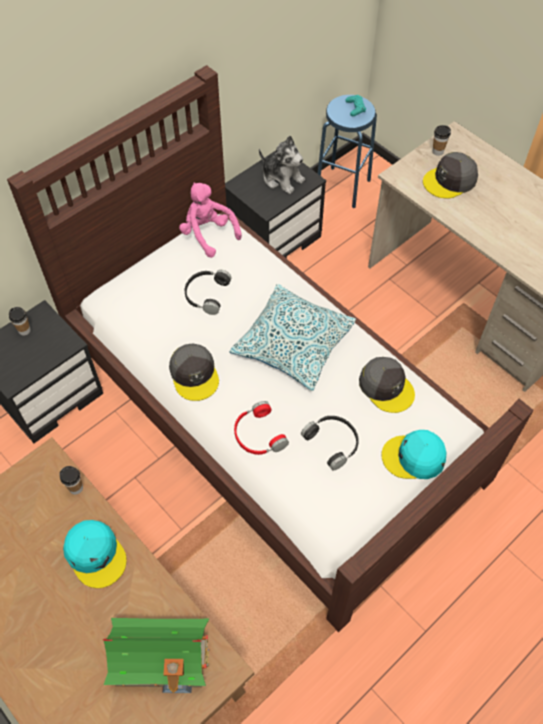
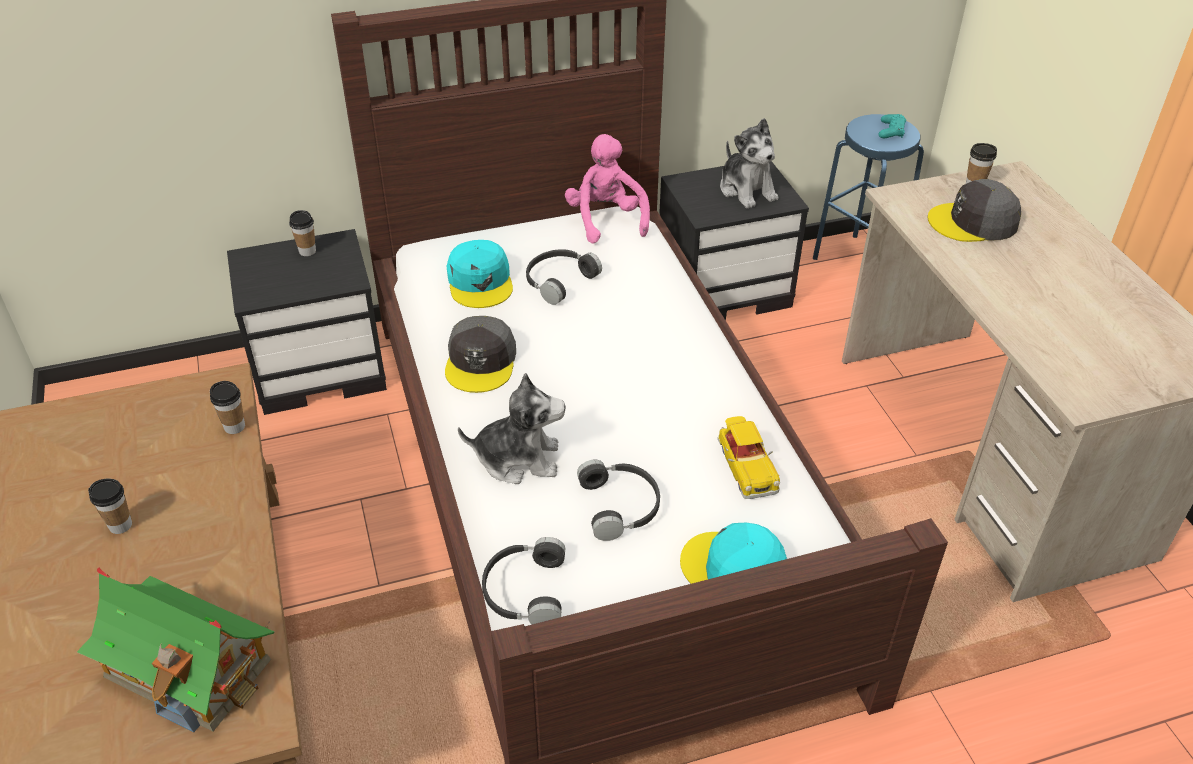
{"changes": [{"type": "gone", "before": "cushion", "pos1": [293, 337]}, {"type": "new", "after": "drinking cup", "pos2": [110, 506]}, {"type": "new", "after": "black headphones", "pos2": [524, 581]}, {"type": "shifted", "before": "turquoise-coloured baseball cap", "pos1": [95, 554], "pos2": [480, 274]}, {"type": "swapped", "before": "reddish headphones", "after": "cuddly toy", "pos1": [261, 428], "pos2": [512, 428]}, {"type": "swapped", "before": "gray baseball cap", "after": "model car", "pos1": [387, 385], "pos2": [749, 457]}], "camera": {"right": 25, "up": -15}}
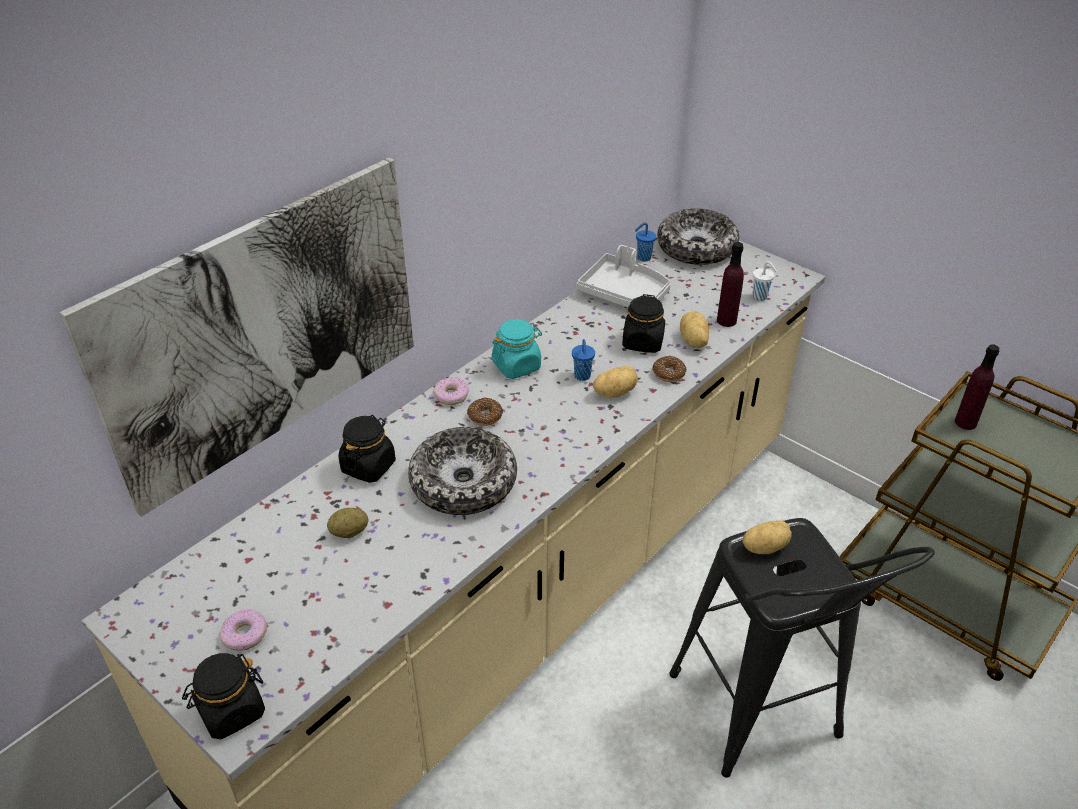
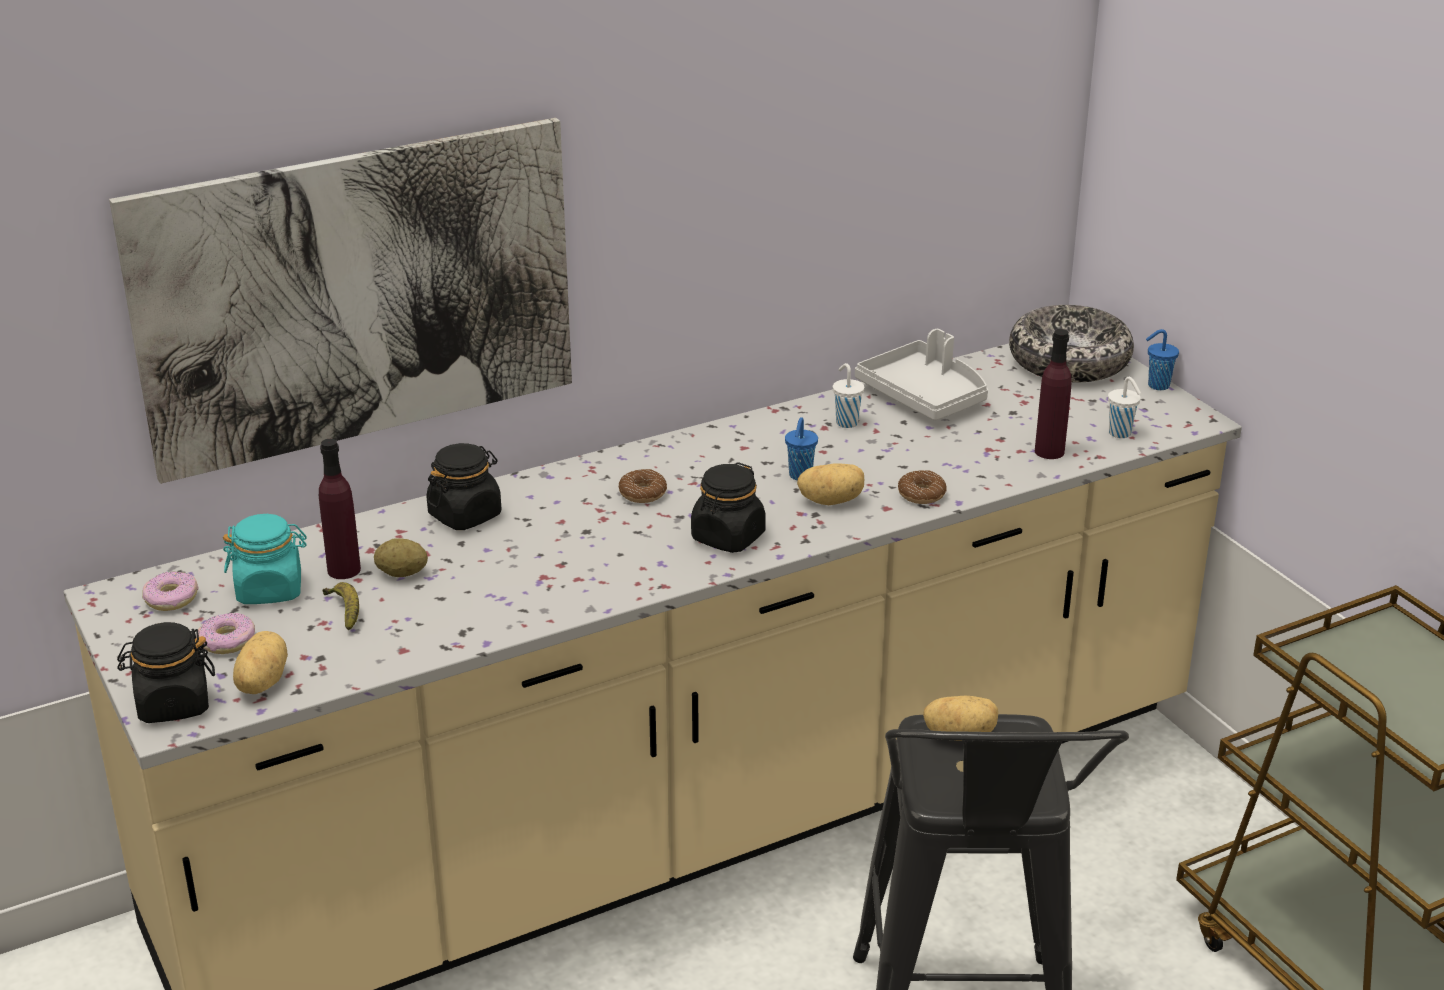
{"changes": [{"type": "gone", "before": "bowl", "pos1": [462, 471]}, {"type": "new", "after": "whole banana", "pos2": [340, 606]}, {"type": "new", "after": "white-coloured drinking cup", "pos2": [848, 395]}, {"type": "shifted", "before": "ring doughnut", "pos1": [451, 391], "pos2": [170, 591]}, {"type": "shifted", "before": "turquoise-coloured preserve jar", "pos1": [516, 349], "pos2": [265, 559]}, {"type": "shifted", "before": "black preserve jar", "pos1": [643, 323], "pos2": [728, 507]}, {"type": "shifted", "before": "bluish drinking cup", "pos1": [645, 242], "pos2": [1162, 359]}, {"type": "shifted", "before": "potato", "pos1": [694, 330], "pos2": [260, 662]}, {"type": "shifted", "before": "purplish beverage bottle", "pos1": [977, 387], "pos2": [340, 509]}], "camera": {"right": 20, "up": -10}}
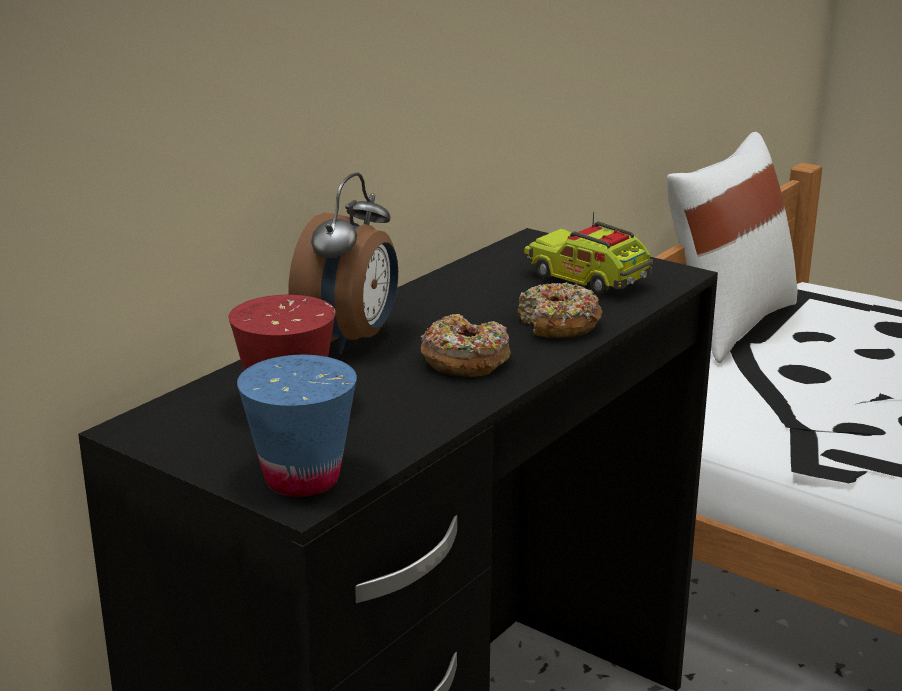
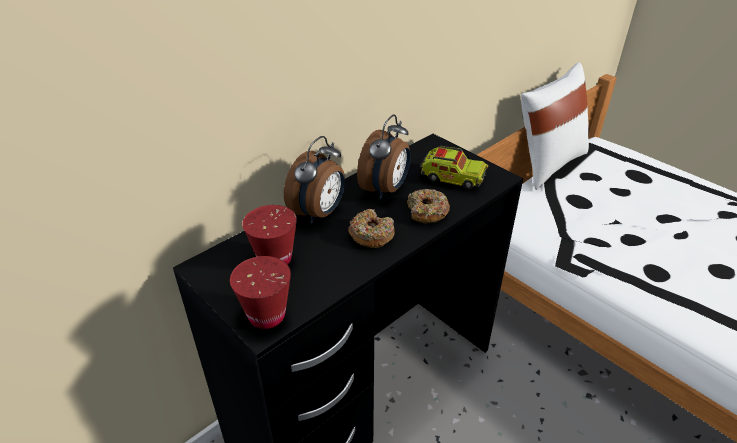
{"changes": [{"type": "new", "after": "bedside clock", "pos2": [384, 156]}, {"type": "repainted", "before": "bluish drinking cup", "after": "reddish drinking cup", "pos1": [297, 426], "pos2": [260, 292]}, {"type": "rotated", "before": "model truck", "pos1": [588, 253], "pos2": [454, 168], "turn": 150}], "camera": {"right": 10, "up": 15}}
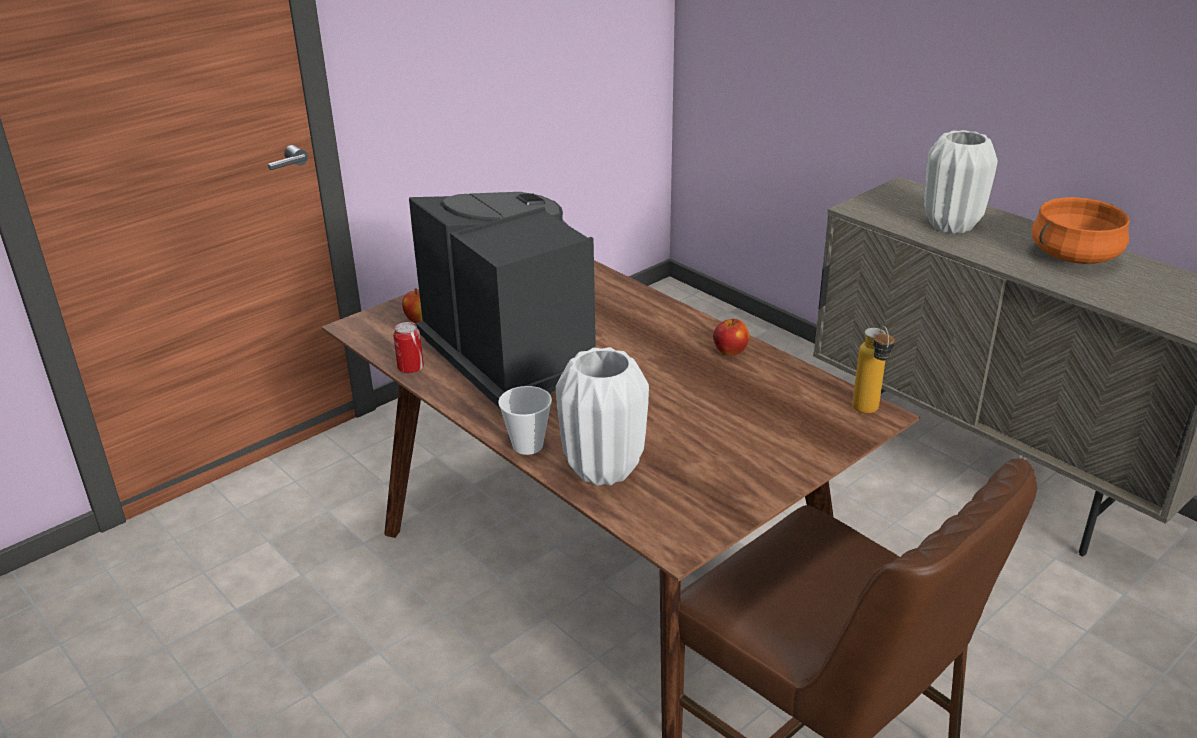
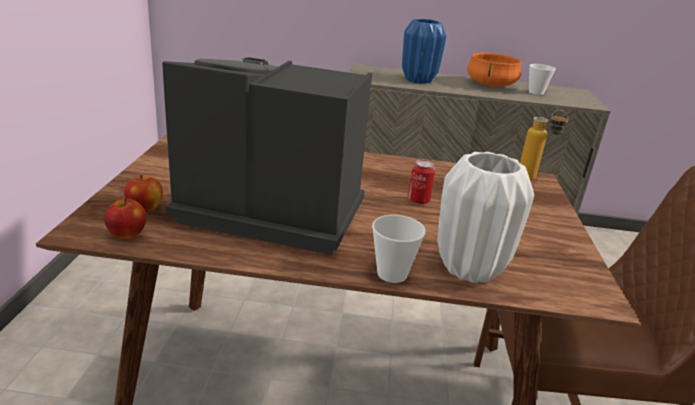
{"changes": [{"type": "new", "after": "drinking cup", "pos2": [542, 79]}, {"type": "shifted", "before": "sealed can", "pos1": [408, 348], "pos2": [421, 182]}, {"type": "shifted", "before": "whole apple", "pos1": [731, 337], "pos2": [125, 218]}, {"type": "repainted", "before": "white-coloured vase", "after": "bluish vase", "pos1": [961, 182], "pos2": [424, 51]}], "camera": {"right": -45, "up": -5}}
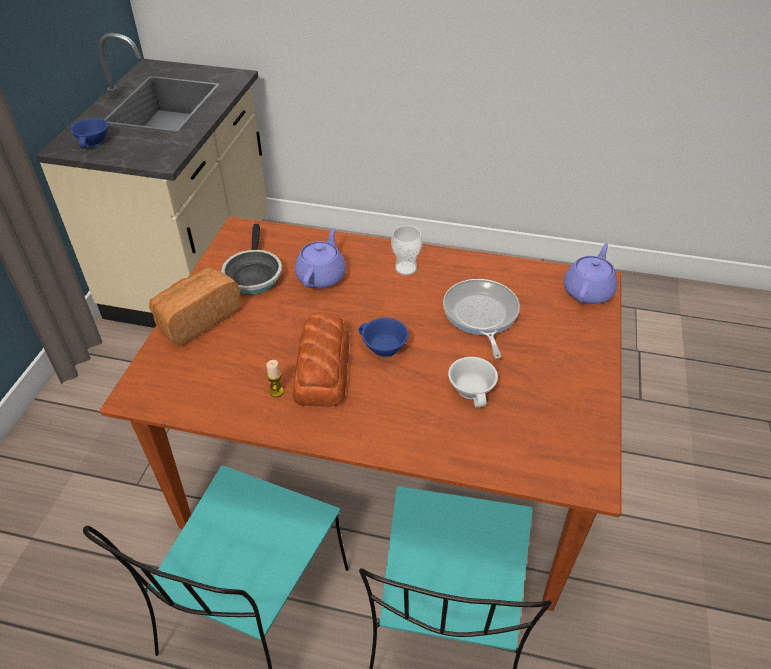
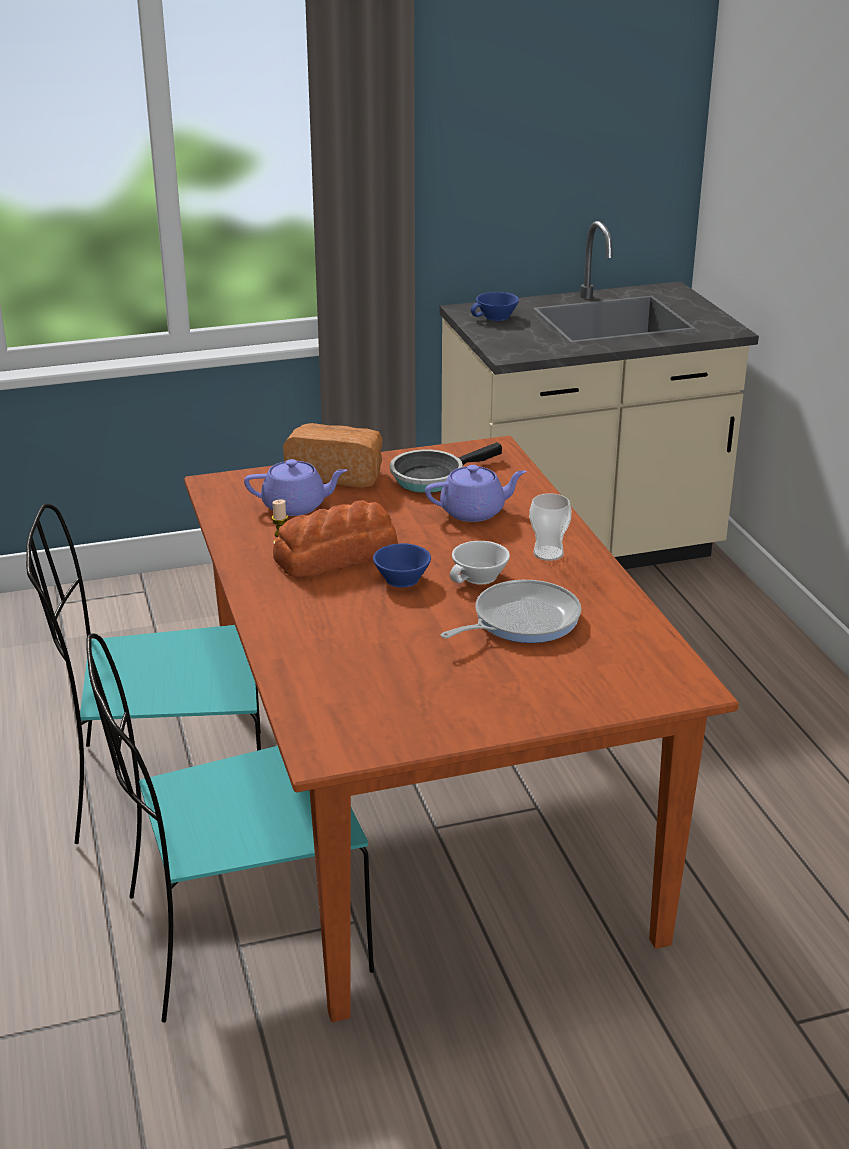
{"changes": [{"type": "shifted", "before": "white-coloured drinking cup", "pos1": [473, 382], "pos2": [480, 562]}, {"type": "shifted", "before": "purplish tea pot", "pos1": [590, 273], "pos2": [295, 487]}], "camera": {"right": 60, "up": -15}}
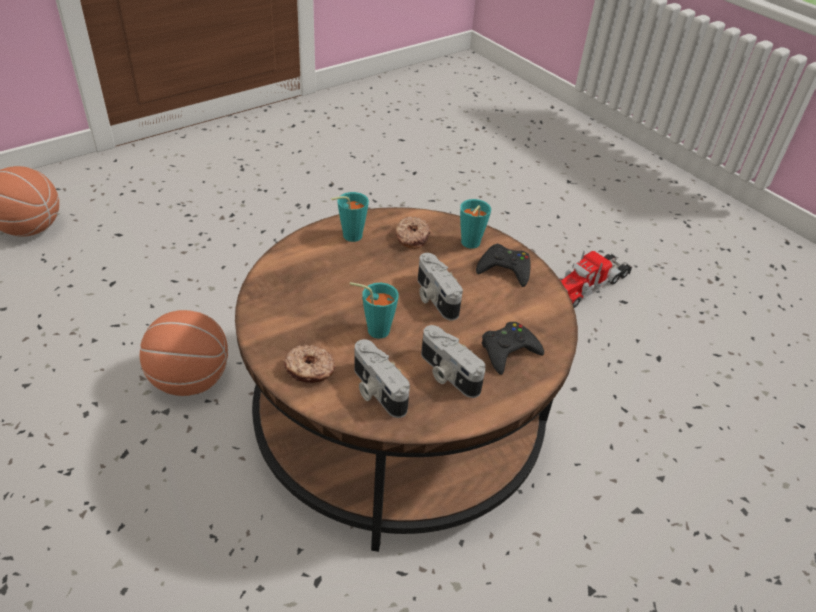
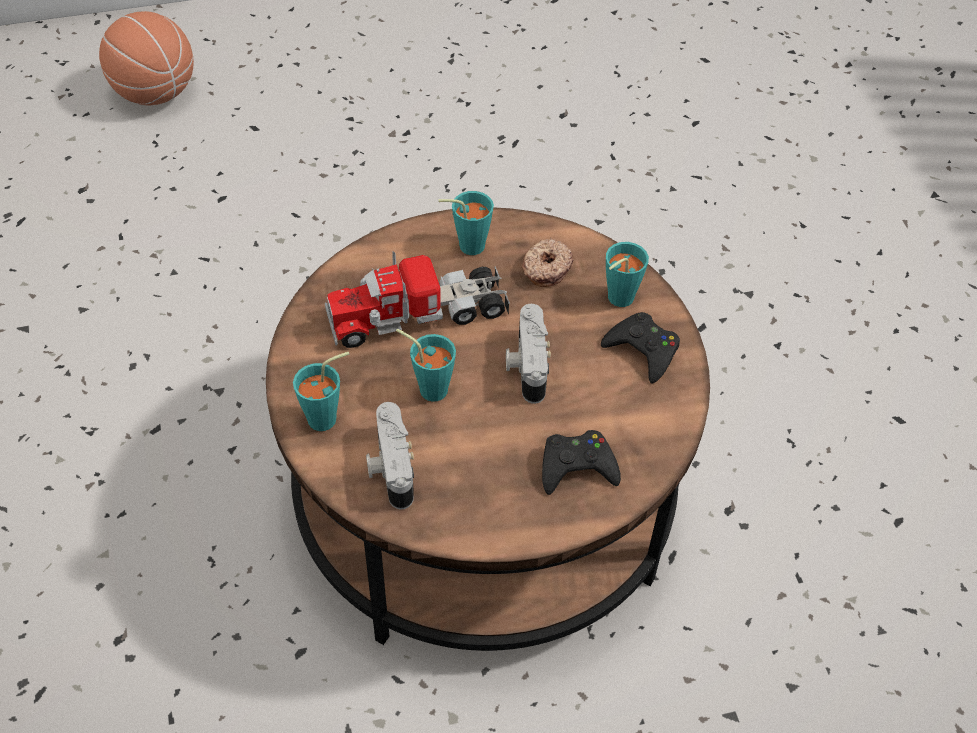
{"changes": [{"type": "gone", "before": "basketball ball", "pos1": [184, 353]}, {"type": "gone", "before": "still camera", "pos1": [453, 361]}, {"type": "shifted", "before": "model truck", "pos1": [596, 279], "pos2": [417, 299]}, {"type": "swapped", "before": "ring doughnut", "after": "turquoise-coloured drinking cup", "pos1": [309, 363], "pos2": [321, 391]}], "camera": {"right": 25, "up": 10}}
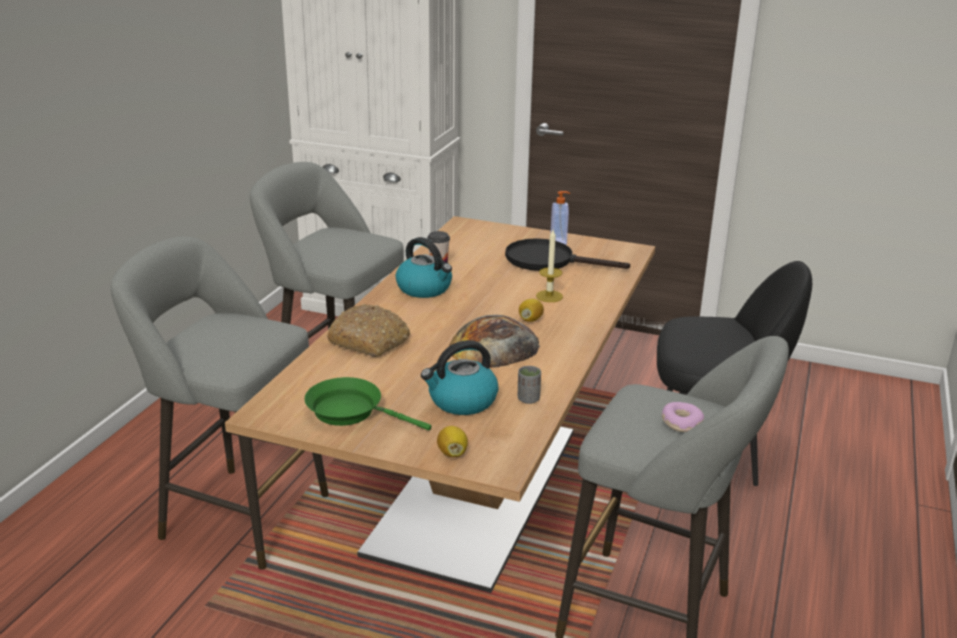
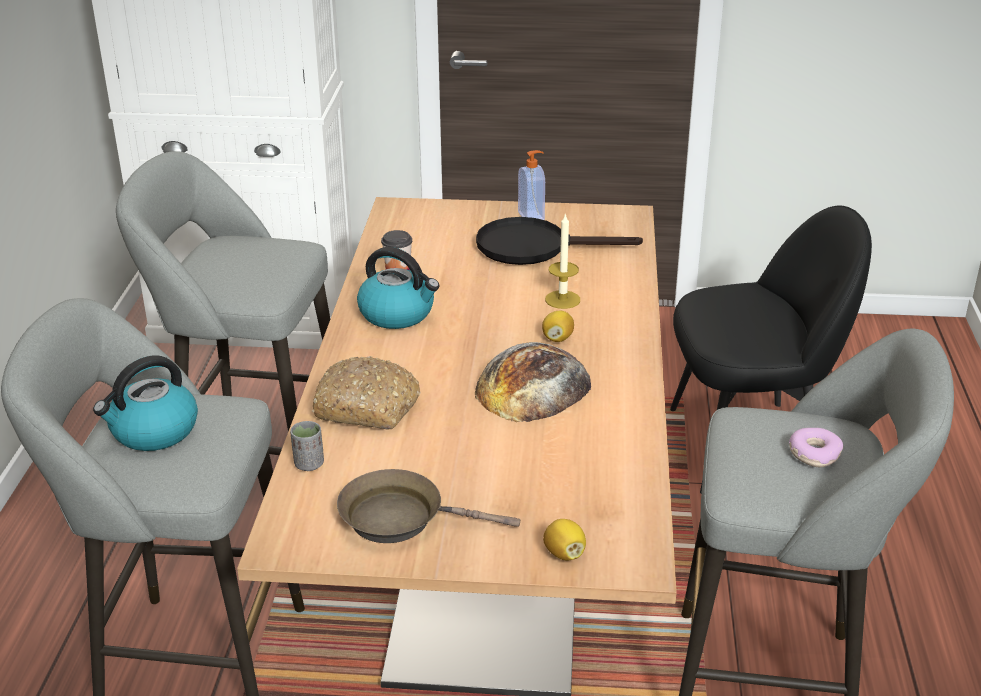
{"changes": [{"type": "shifted", "before": "water kettle", "pos1": [459, 377], "pos2": [145, 403]}, {"type": "shifted", "before": "gray drinking cup", "pos1": [529, 385], "pos2": [307, 446]}, {"type": "repainted", "before": "green-coloured skillet", "after": "brown-coloured skillet", "pos1": [367, 403], "pos2": [428, 506]}], "camera": {"right": -15, "up": 5}}
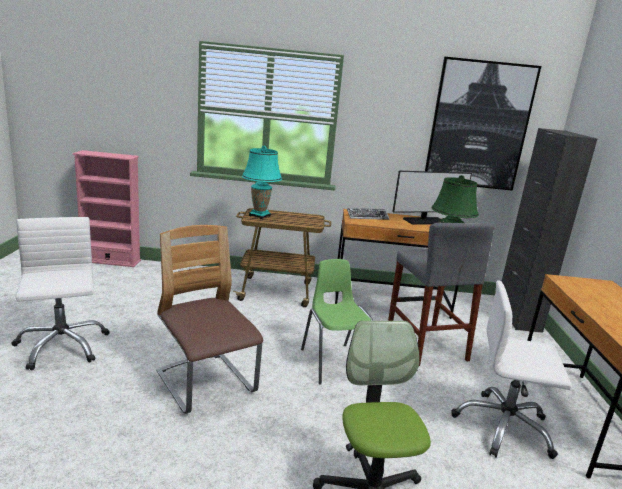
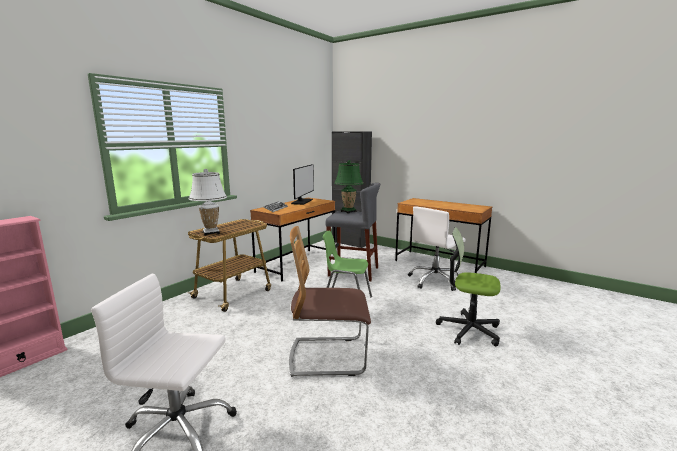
{"changes": [{"type": "gone", "before": "picture", "pos1": [483, 124]}, {"type": "repainted", "before": "turquoise-coloured lamp for a table", "after": "white-coloured lamp for a table", "pos1": [262, 182], "pos2": [208, 202]}], "camera": {"right": -55, "up": -5}}
